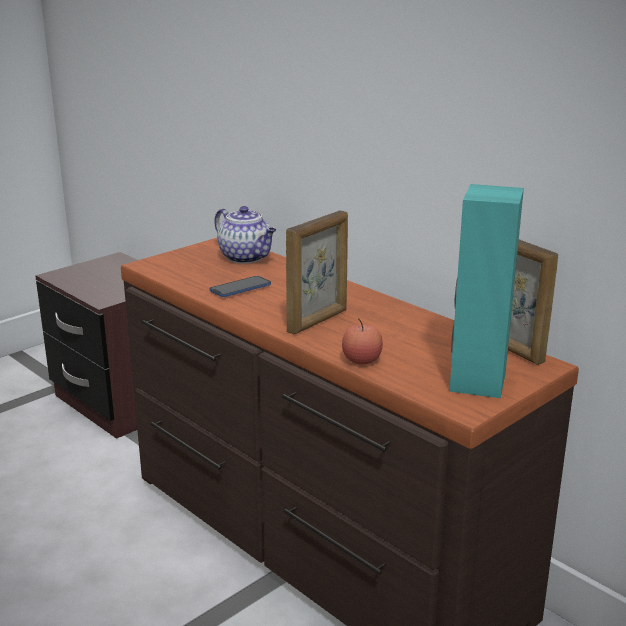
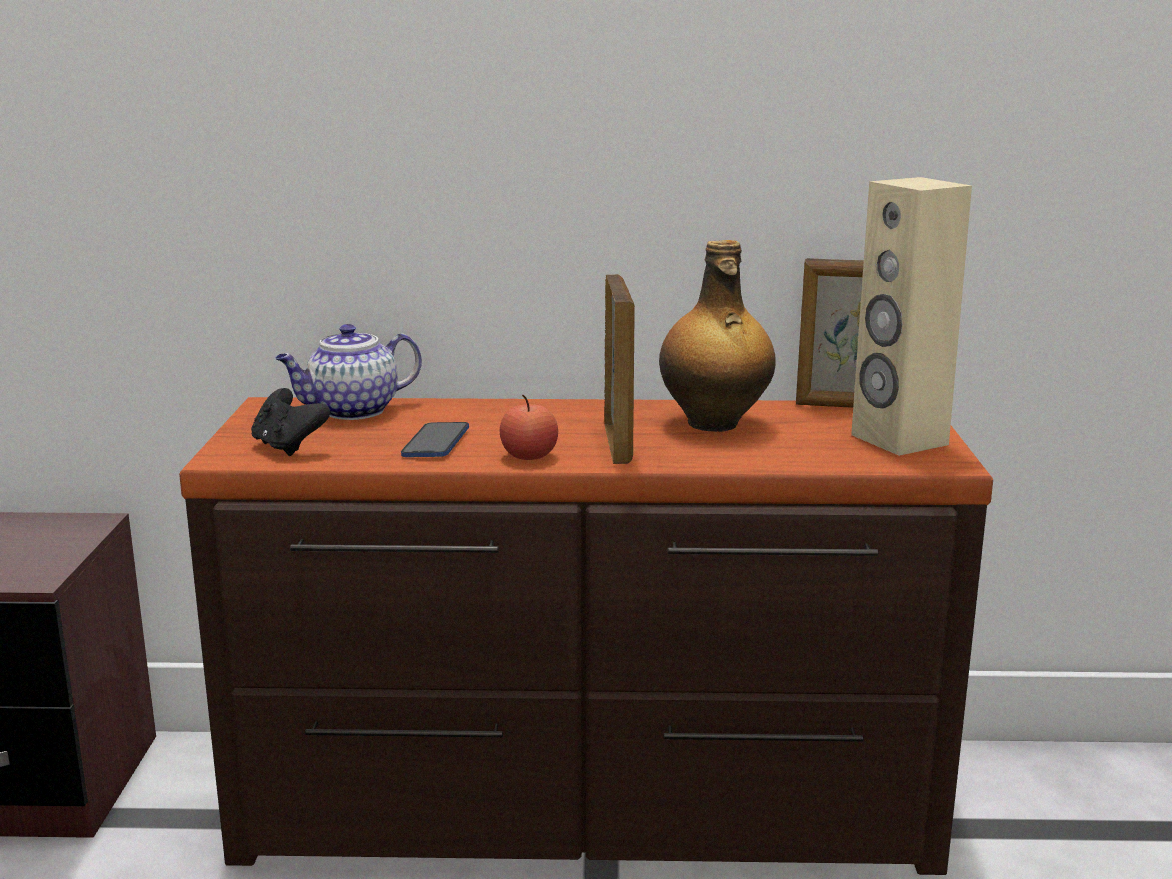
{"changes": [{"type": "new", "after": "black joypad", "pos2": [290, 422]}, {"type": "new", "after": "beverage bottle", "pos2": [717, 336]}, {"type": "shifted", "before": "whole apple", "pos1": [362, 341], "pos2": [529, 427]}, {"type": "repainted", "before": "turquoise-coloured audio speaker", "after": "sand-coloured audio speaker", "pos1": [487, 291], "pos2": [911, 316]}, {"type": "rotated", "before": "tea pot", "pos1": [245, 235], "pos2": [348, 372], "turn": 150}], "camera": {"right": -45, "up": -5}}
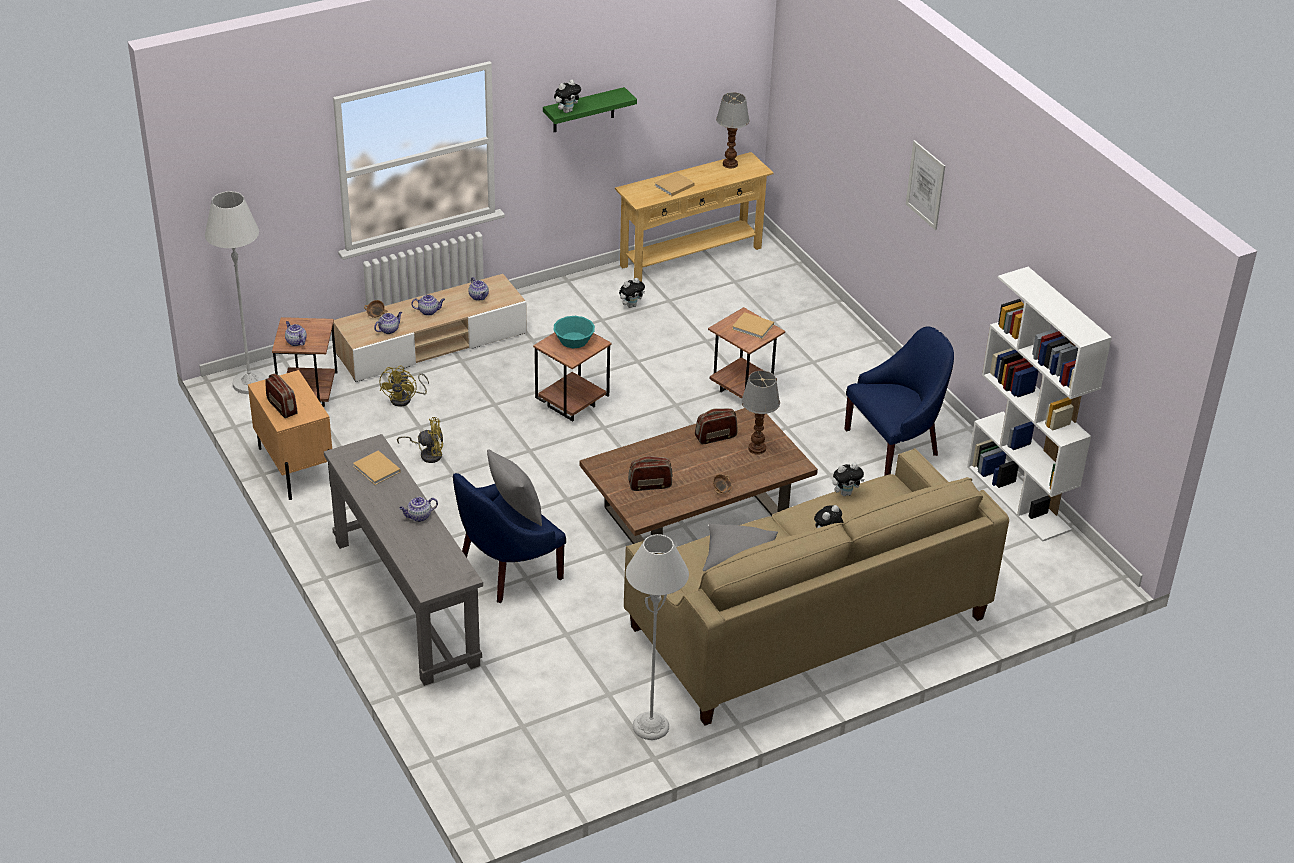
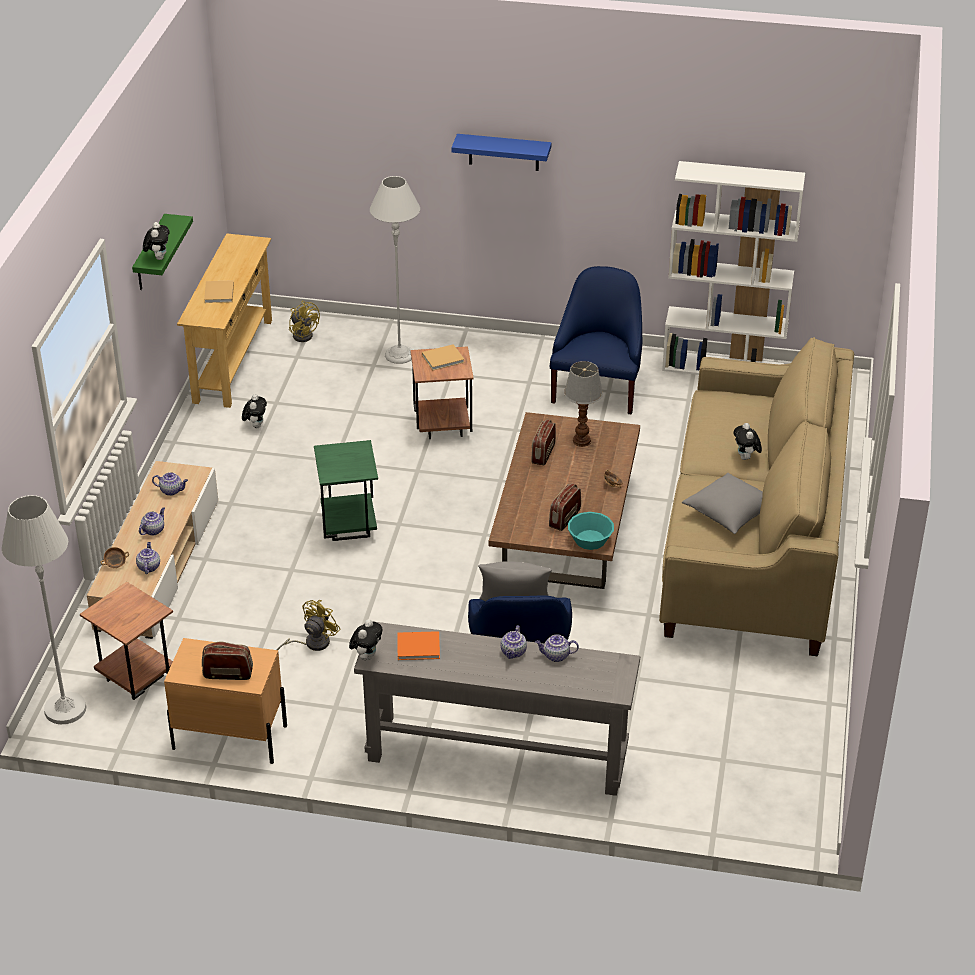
{"changes": [{"type": "gone", "before": "lamp for a table", "pos1": [732, 130]}, {"type": "shifted", "before": "tea pot", "pos1": [296, 333], "pos2": [557, 648]}, {"type": "shifted", "before": "yellow electric fan", "pos1": [404, 386], "pos2": [304, 321]}, {"type": "shifted", "before": "turquoise-coloured bowl", "pos1": [574, 332], "pos2": [591, 531]}, {"type": "shifted", "before": "gray floor lamp", "pos1": [657, 637], "pos2": [395, 270]}, {"type": "shifted", "before": "cuddly toy", "pos1": [848, 479], "pos2": [365, 639]}, {"type": "swapped", "before": "picture", "after": "bluish wall shelf", "pos1": [925, 185], "pos2": [501, 152]}, {"type": "repainted", "before": "sand-coloured book", "after": "orange book", "pos1": [376, 468], "pos2": [418, 645]}, {"type": "repainted", "before": "brown-coloured side table", "after": "green-coloured side table", "pos1": [572, 376], "pos2": [346, 490]}], "camera": {"right": -50, "up": 0}}
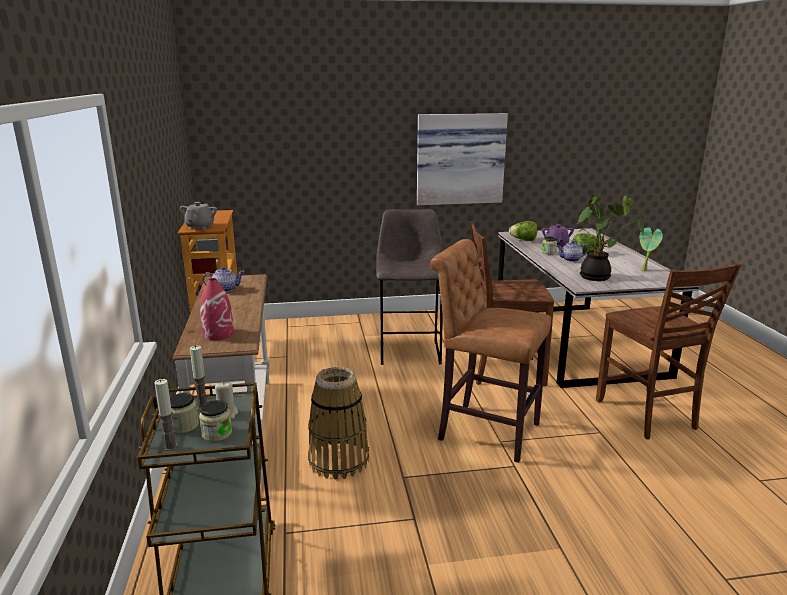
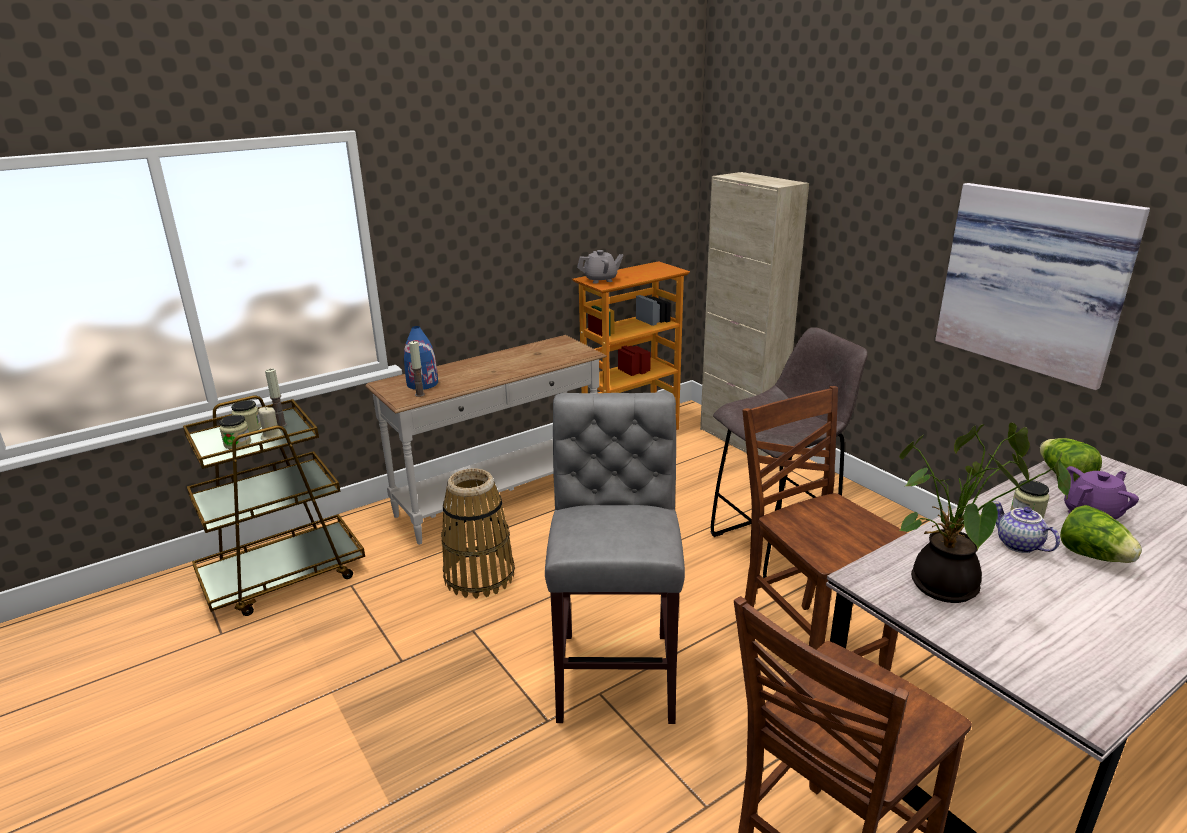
{"changes": [{"type": "gone", "before": "tea pot", "pos1": [224, 279]}, {"type": "gone", "before": "houseplant", "pos1": [651, 249]}, {"type": "new", "after": "sand-coloured cupboard", "pos2": [754, 314]}, {"type": "shifted", "before": "wax candle", "pos1": [165, 415], "pos2": [417, 369]}, {"type": "repainted", "before": "reddish vase", "after": "bluish vase", "pos1": [217, 309], "pos2": [421, 358]}, {"type": "repainted", "before": "brown-coloured stool", "after": "gray stool", "pos1": [490, 351], "pos2": [615, 558]}], "camera": {"right": 65, "up": 5}}
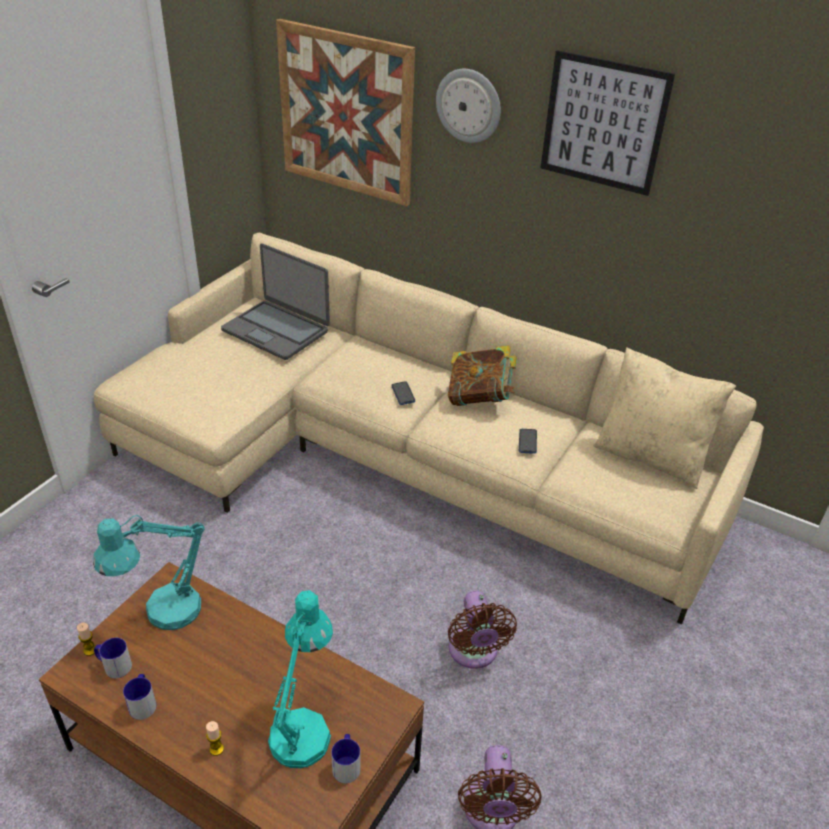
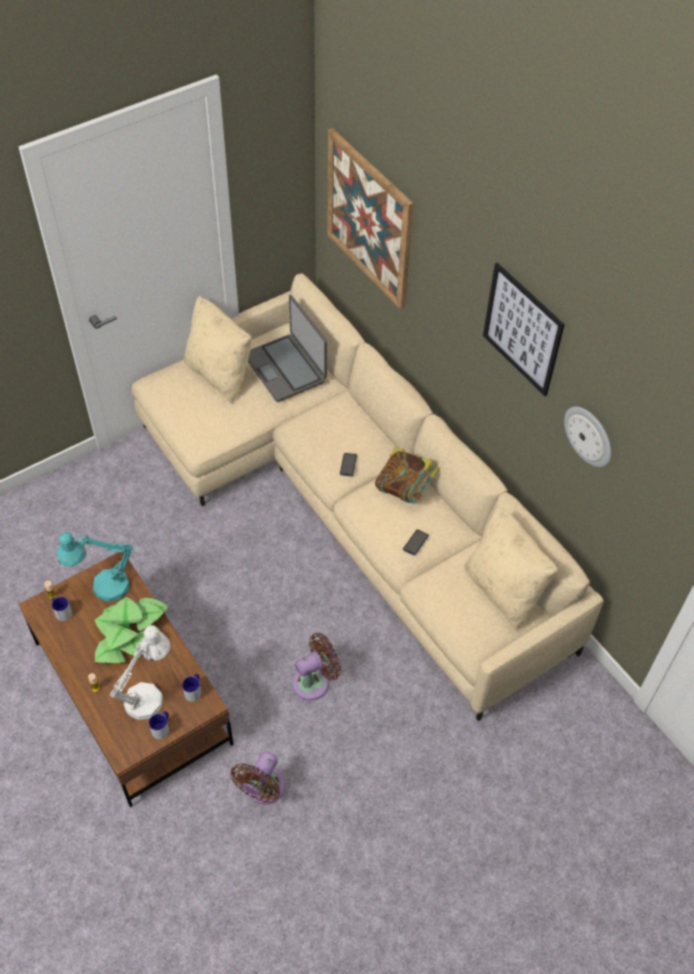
{"changes": [{"type": "new", "after": "houseplant", "pos2": [131, 630]}, {"type": "new", "after": "sand-coloured cushion", "pos2": [218, 349]}, {"type": "shifted", "before": "tea mug", "pos1": [139, 697], "pos2": [192, 688]}, {"type": "shifted", "before": "wall clock", "pos1": [468, 106], "pos2": [587, 437]}, {"type": "repainted", "before": "turquoise-coloured lamp for a table", "after": "white-coloured lamp for a table", "pos1": [300, 679], "pos2": [140, 672]}, {"type": "rotated", "before": "brown-coloured electric fan", "pos1": [482, 630], "pos2": [316, 667], "turn": -135}], "camera": {"right": 25, "up": 15}}
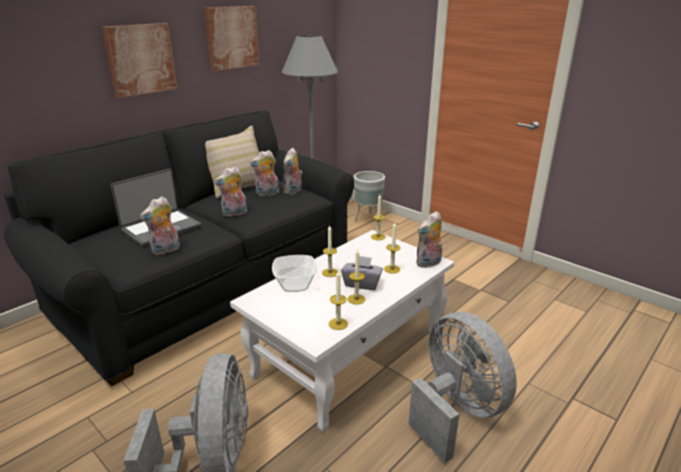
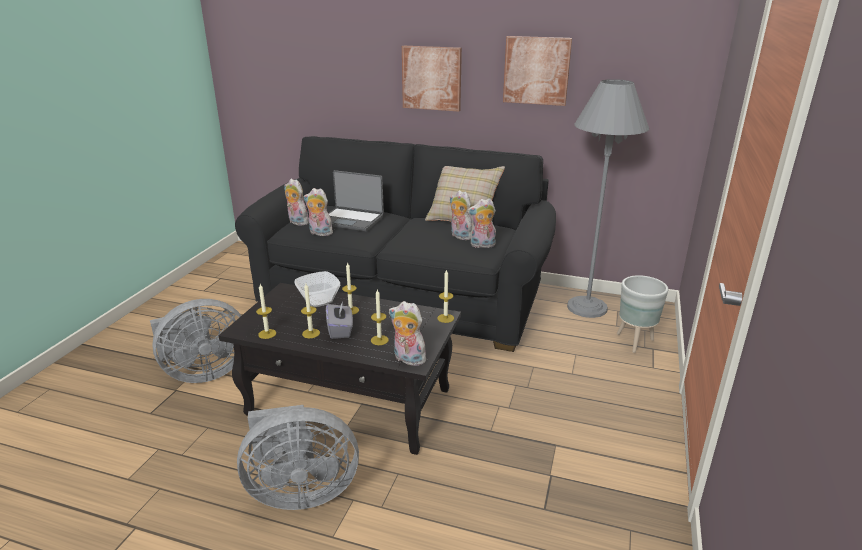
{"changes": [{"type": "shifted", "before": "cuddly toy", "pos1": [230, 191], "pos2": [296, 202]}, {"type": "repainted", "before": "white-coloured low table", "after": "black low table", "pos1": [342, 331], "pos2": [339, 369]}, {"type": "rotated", "before": "gray electric fan", "pos1": [463, 387], "pos2": [298, 457], "turn": 45}], "camera": {"right": 65, "up": 0}}
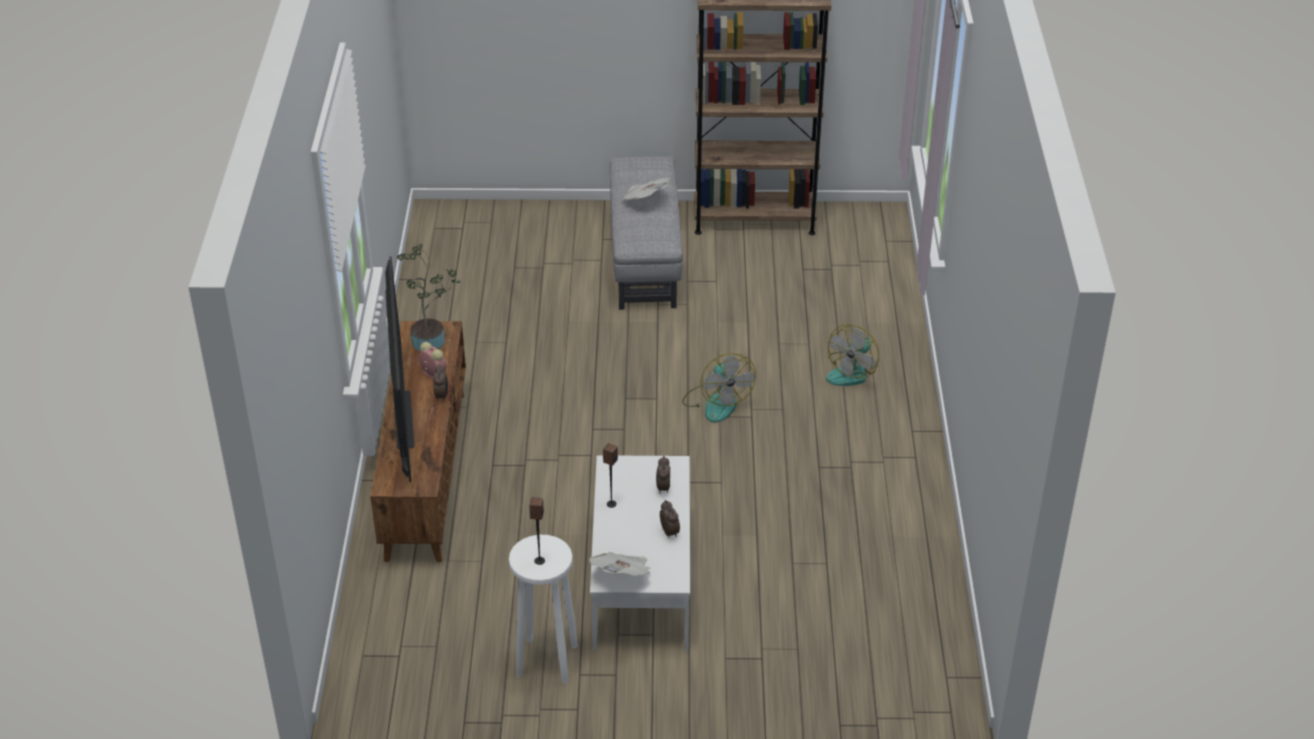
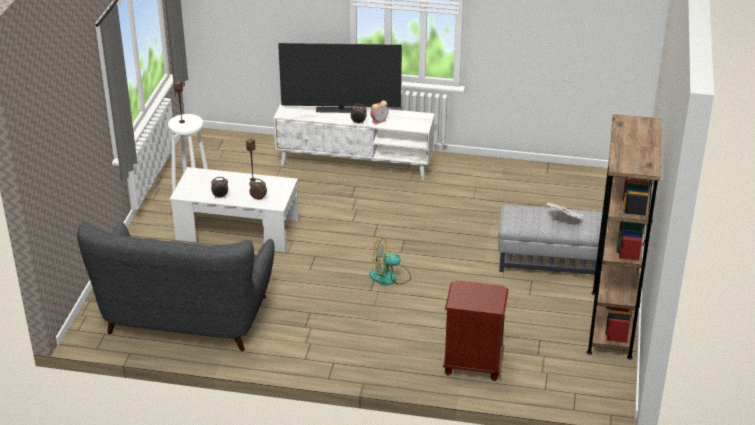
{"changes": [{"type": "gone", "before": "houseplant", "pos1": [428, 297]}, {"type": "gone", "before": "daily paper", "pos1": [619, 564]}, {"type": "gone", "before": "electric fan", "pos1": [852, 355]}, {"type": "new", "after": "gray sofa", "pos2": [176, 286]}, {"type": "new", "after": "brown-coloured nightstand", "pos2": [475, 330]}, {"type": "repainted", "before": "brown-coloured tv unit", "after": "white-coloured tv unit", "pos1": [418, 441], "pos2": [354, 141]}], "camera": {"right": 100, "up": -5}}
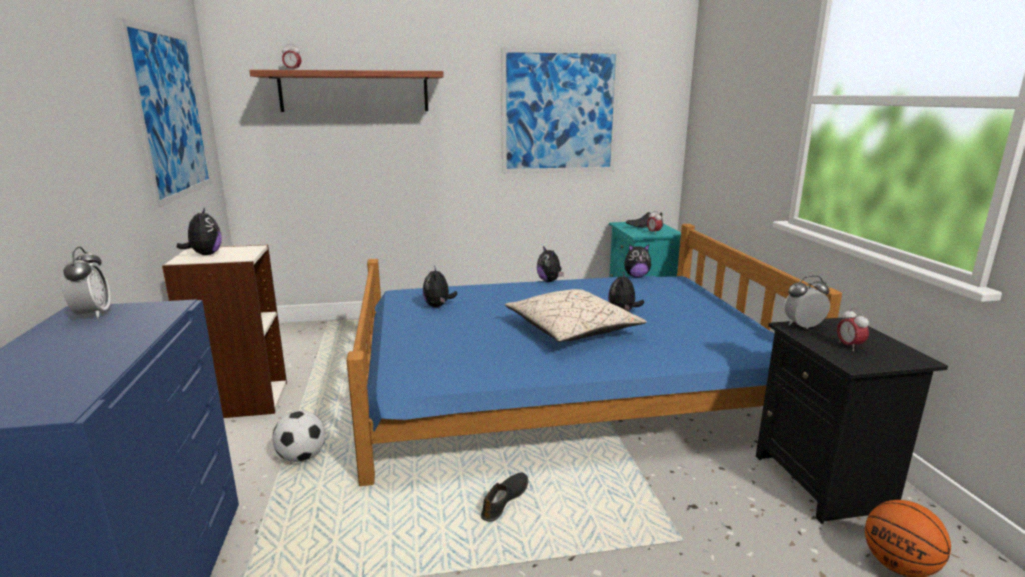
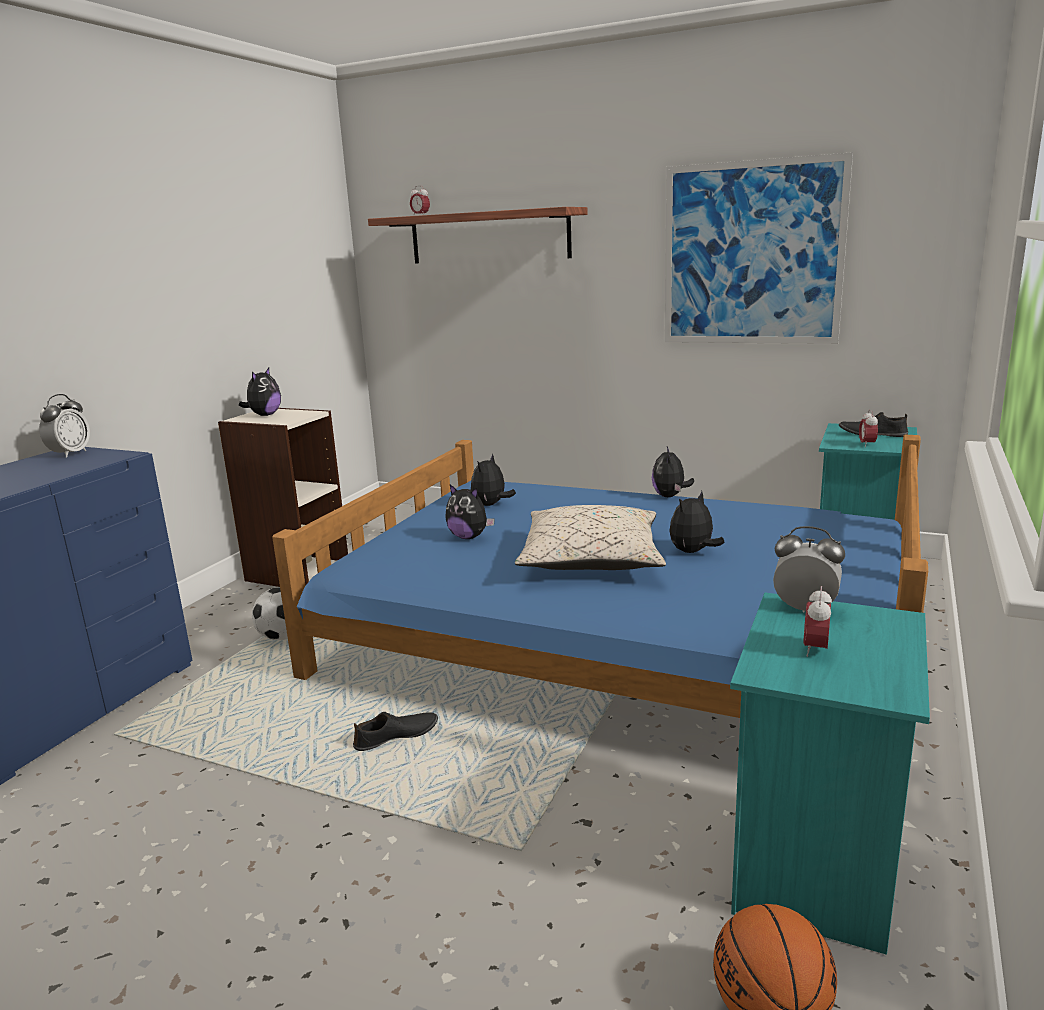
{"changes": [{"type": "gone", "before": "picture", "pos1": [165, 112]}, {"type": "shifted", "before": "cuddly toy", "pos1": [637, 260], "pos2": [470, 512]}, {"type": "repainted", "before": "black nightstand", "after": "turquoise-coloured nightstand", "pos1": [852, 420], "pos2": [830, 774]}], "camera": {"right": 35, "up": 0}}
